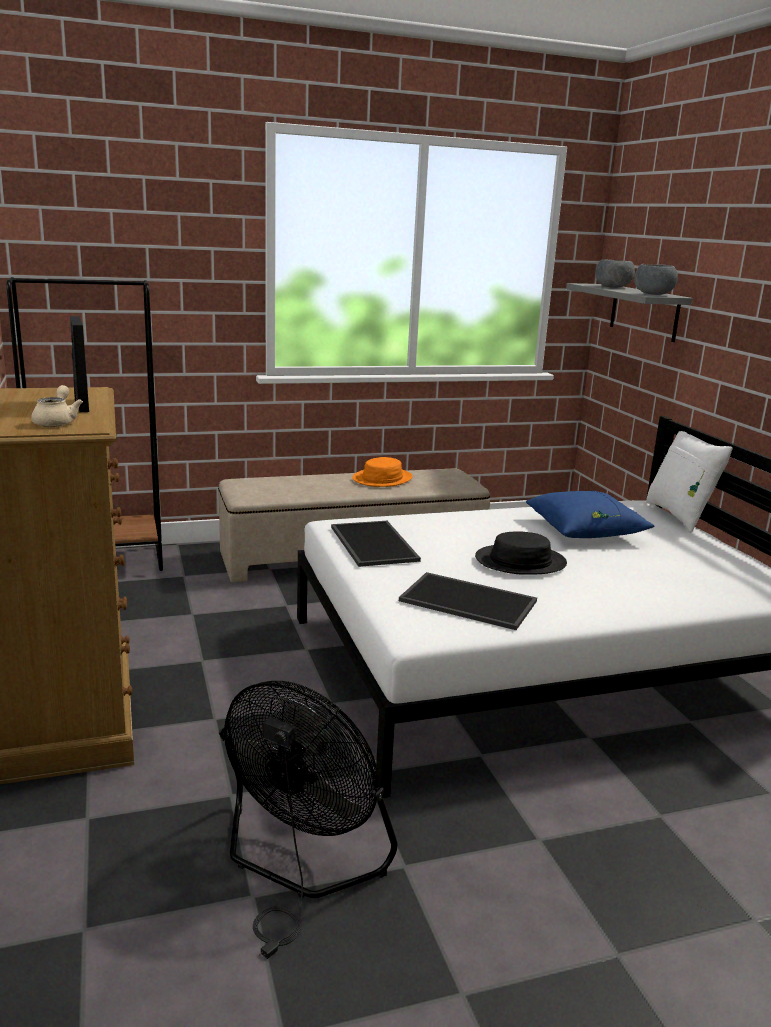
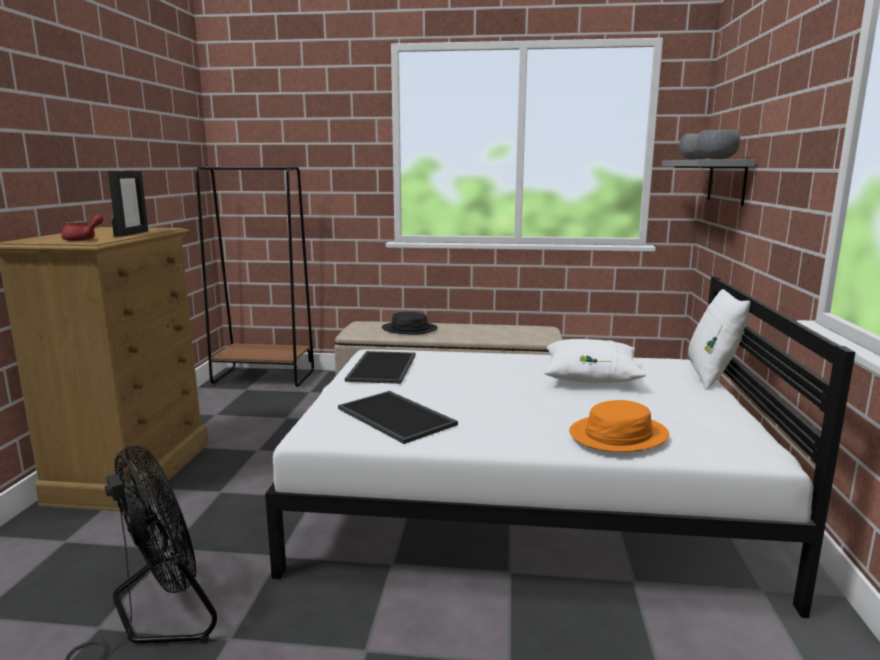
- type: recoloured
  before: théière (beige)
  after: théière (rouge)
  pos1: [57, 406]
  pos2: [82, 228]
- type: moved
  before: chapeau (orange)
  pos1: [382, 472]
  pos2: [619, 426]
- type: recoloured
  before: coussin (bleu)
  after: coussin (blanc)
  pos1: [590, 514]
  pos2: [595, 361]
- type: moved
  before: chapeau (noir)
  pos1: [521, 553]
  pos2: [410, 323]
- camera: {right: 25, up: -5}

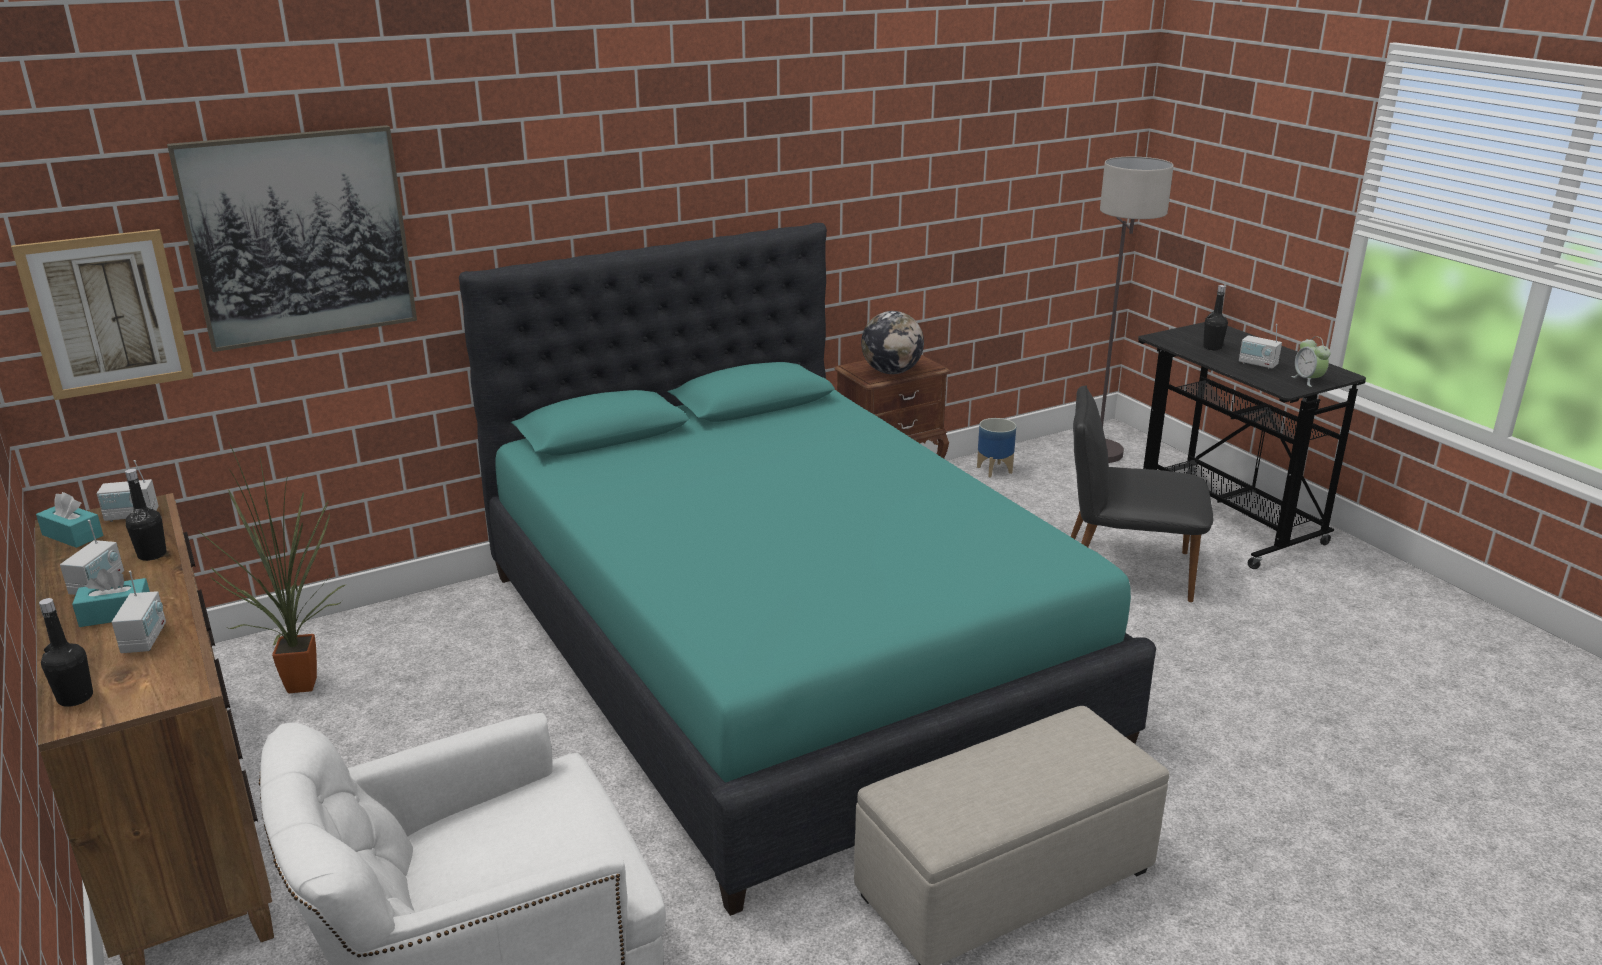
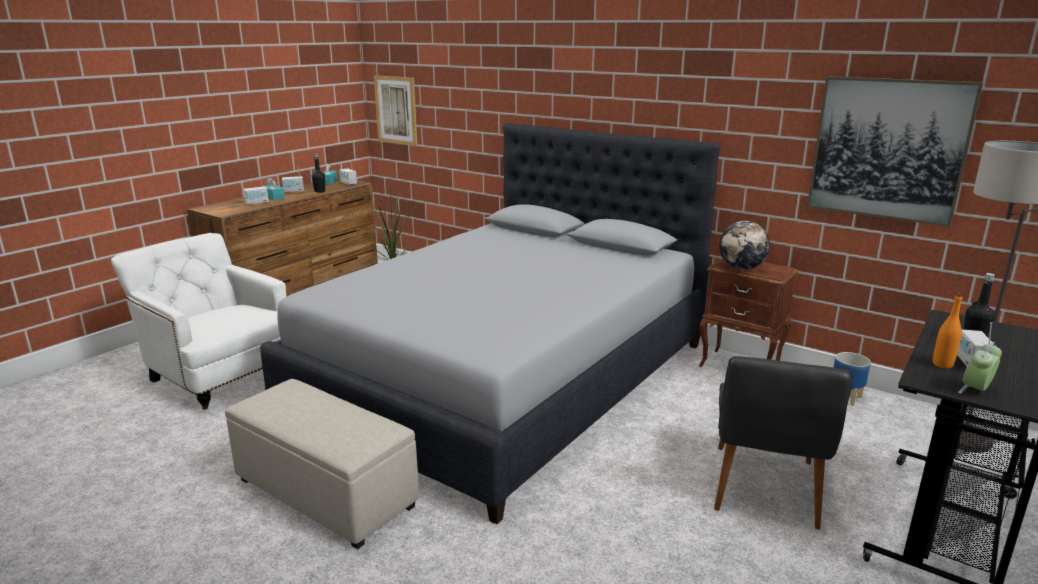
- type: moved
  before: tableau
  pos1: [292, 238]
  pos2: [895, 151]
- type: recoloured
  before: lit (turquoise)
  after: lit (gris)
  pos1: [807, 569]
  pos2: [490, 323]
- type: turned
  before: chaise (noir)
  pos1: [1142, 493]
  pos2: [783, 442]
  turn: -150
- type: removed
  before: bouteille (noir)
  pos1: [66, 652]
- type: added
  after: bouteille (orange)
  pos2: [948, 331]
- camera: {right: 65, up: -5}

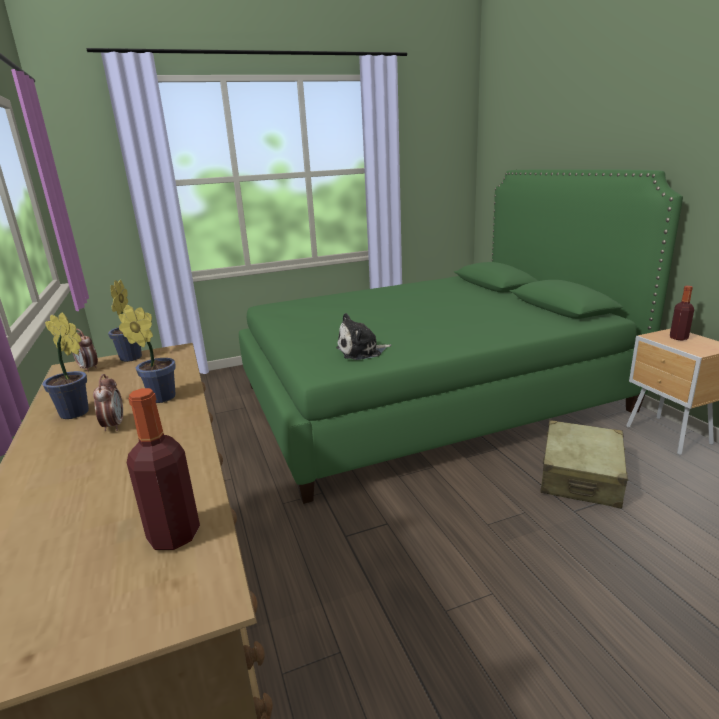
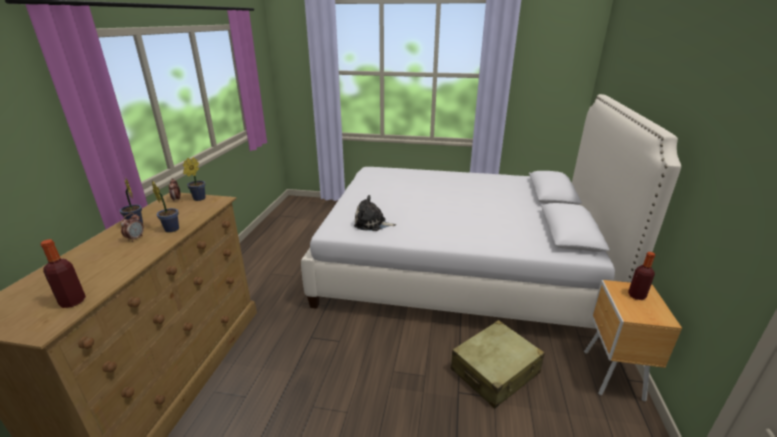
- type: recoloured
  before: lit (vert)
  after: lit (blanc)
  pos1: [461, 337]
  pos2: [491, 211]
- camera: {right: 30, up: 5}

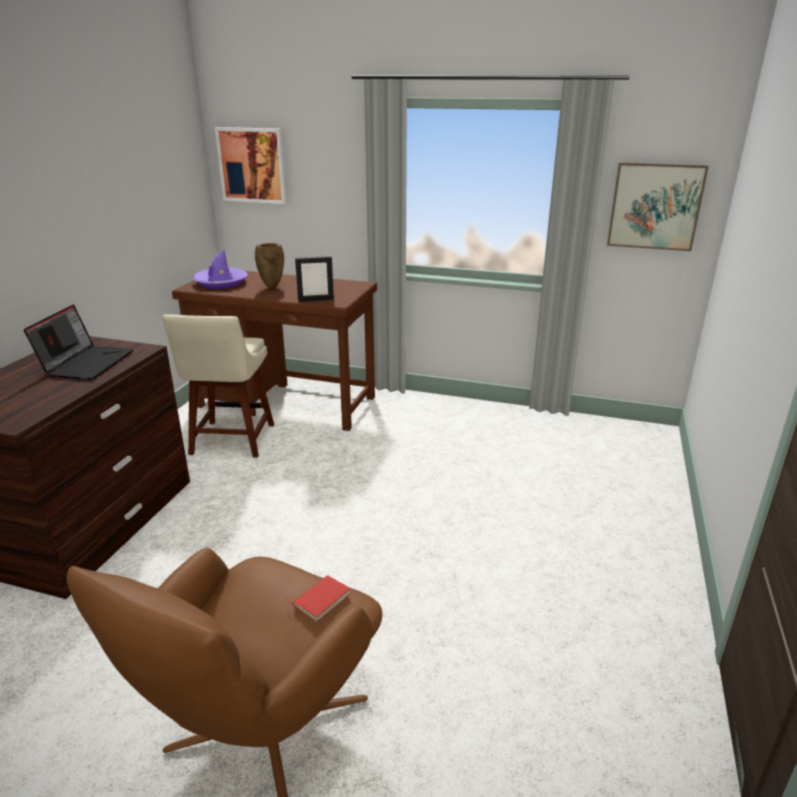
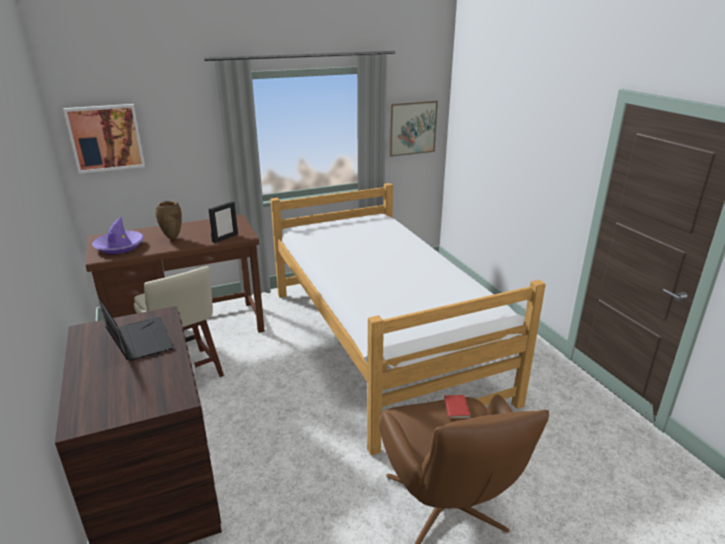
- type: added
  after: lit
  pos2: [408, 319]
- camera: {right: -40, up: 0}

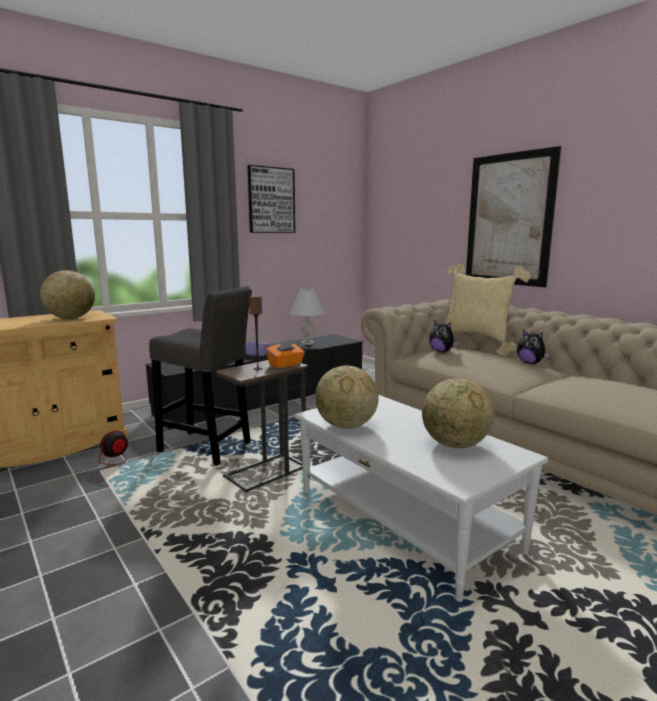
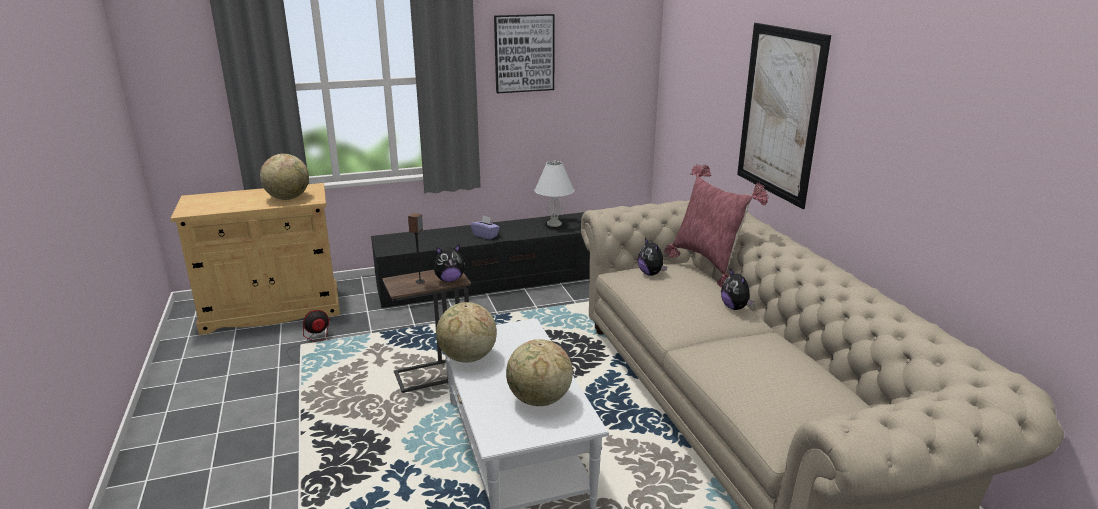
- type: recoloured
  before: coussin (beige)
  after: coussin (rouge)
  pos1: [488, 309]
  pos2: [716, 226]
- type: removed
  before: tabouret (gris)
  pos1: [200, 375]
- type: replaced
  before: boîte à mouchoirs (orange)
  after: peluche
  pos1: [285, 354]
  pos2: [449, 263]
- camera: {right: 20, up: 10}

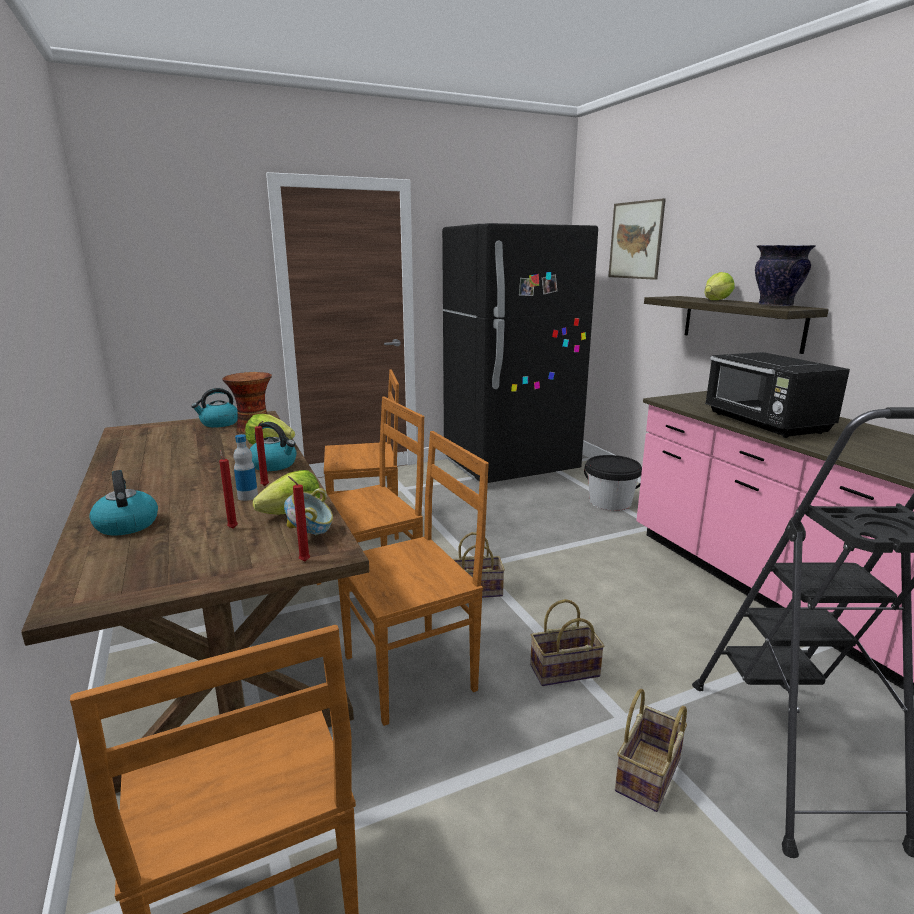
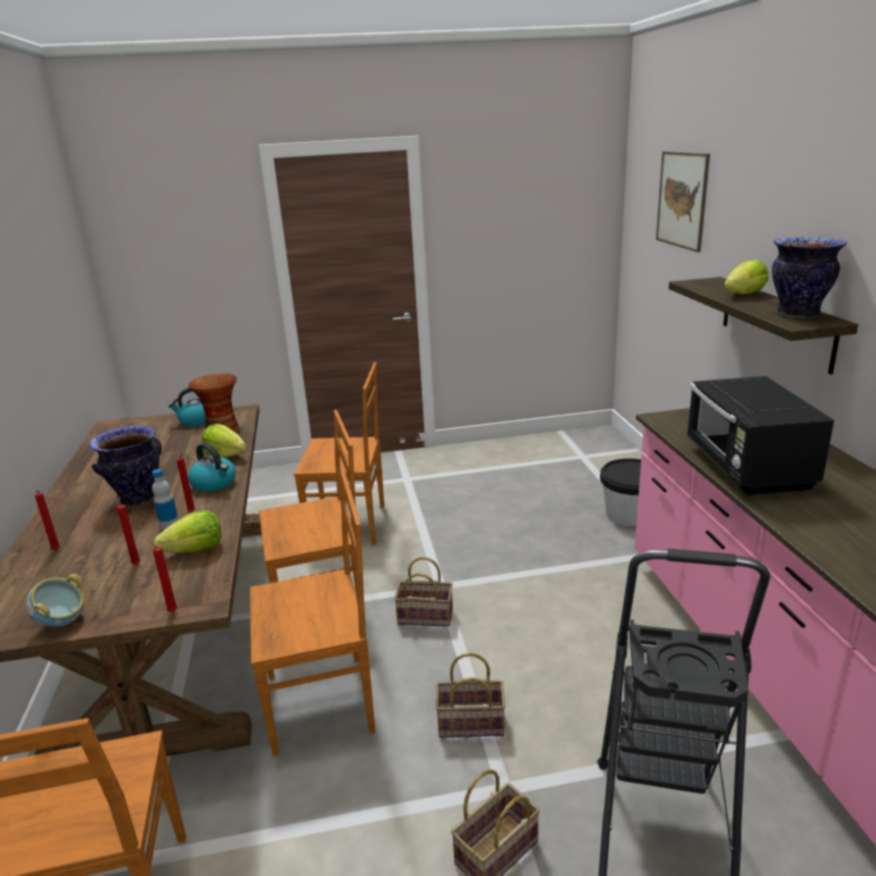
- type: removed
  before: réfrigérateur (noir)
  pos1: [520, 353]
- type: replaced
  before: bouilloire
  after: bougie (rouge)
  pos1: [123, 503]
  pos2: [47, 520]
- type: moved
  before: bol
  pos1: [308, 511]
  pos2: [55, 600]
- type: added
  after: vase
  pos2: [125, 465]
- camera: {right: 15, up: 5}

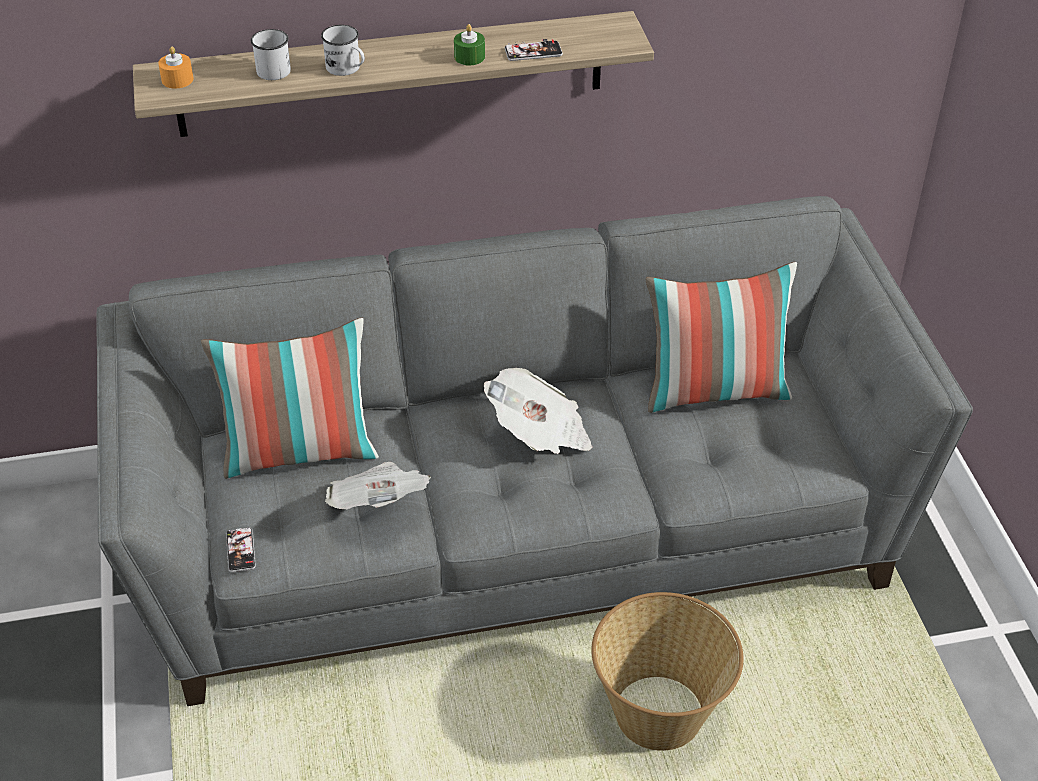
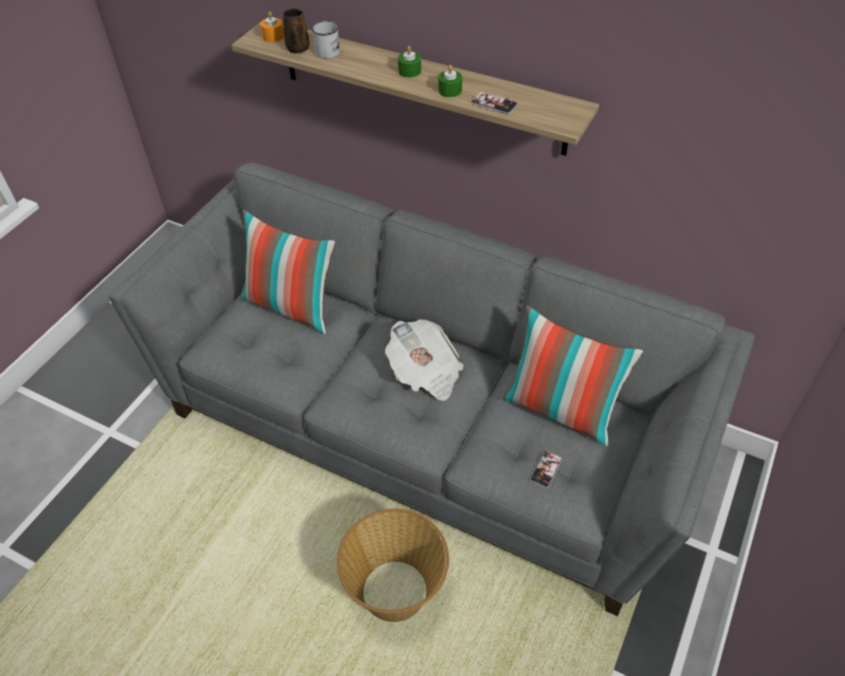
- type: removed
  before: mug (blanc)
  pos1: [343, 50]
- type: removed
  before: journal
  pos1: [378, 485]
- type: moved
  before: téléphone
  pos1: [241, 549]
  pos2: [546, 469]
- type: added
  after: mug (marron)
  pos2: [296, 30]
- type: added
  after: bougie (vert)
  pos2: [409, 62]
- camera: {right: 40, up: 5}

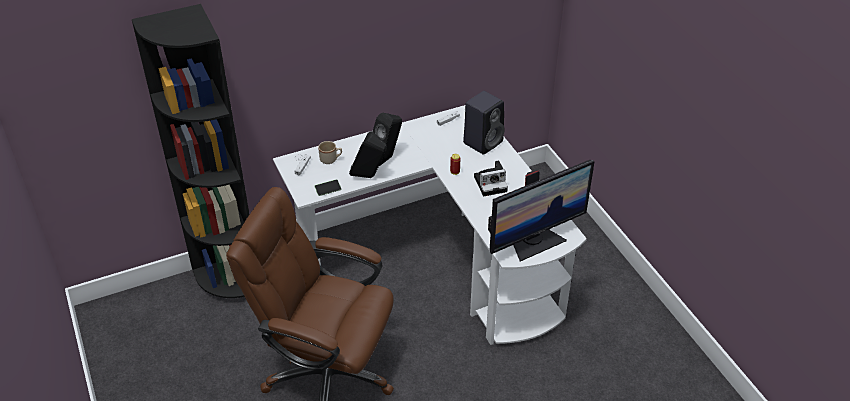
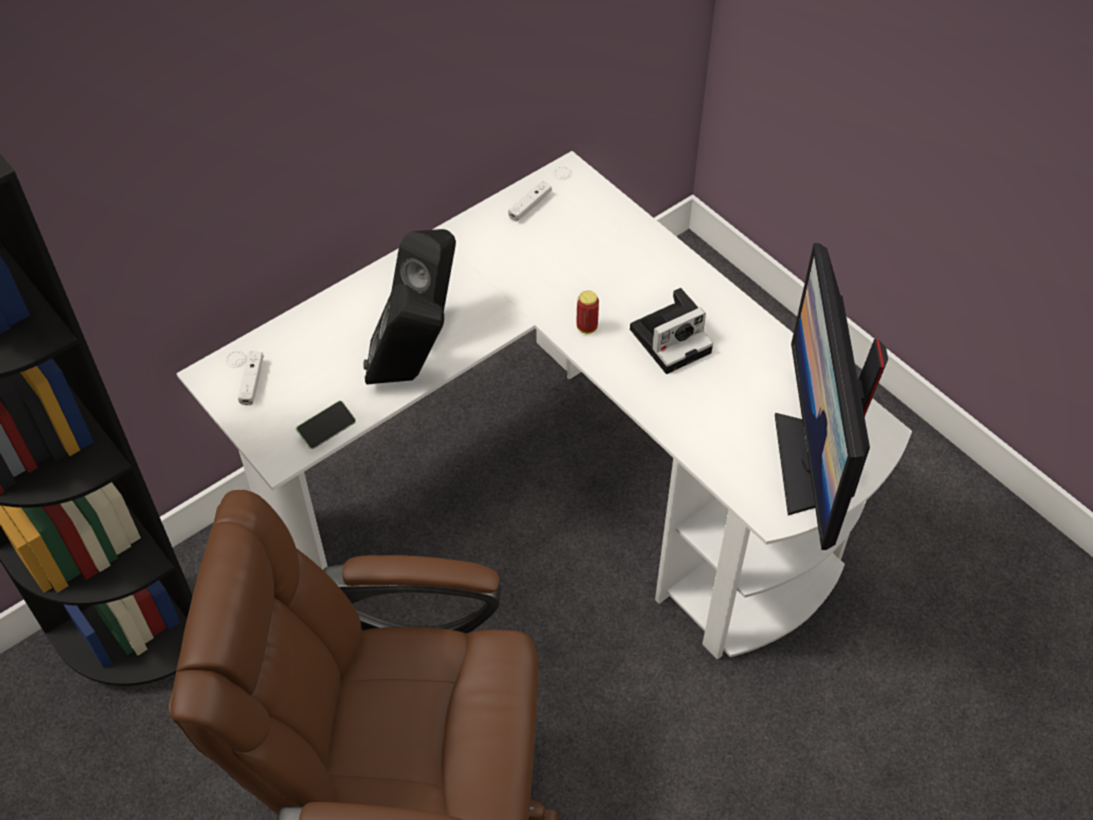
- type: removed
  before: enceinte (noir)
  pos1: [484, 123]
- type: removed
  before: mug (beige)
  pos1: [330, 152]
- type: turned
  before: écran d'ordinateur
  pos1: [541, 210]
  pos2: [831, 396]
  turn: 135
- camera: {right: -15, up: 10}

